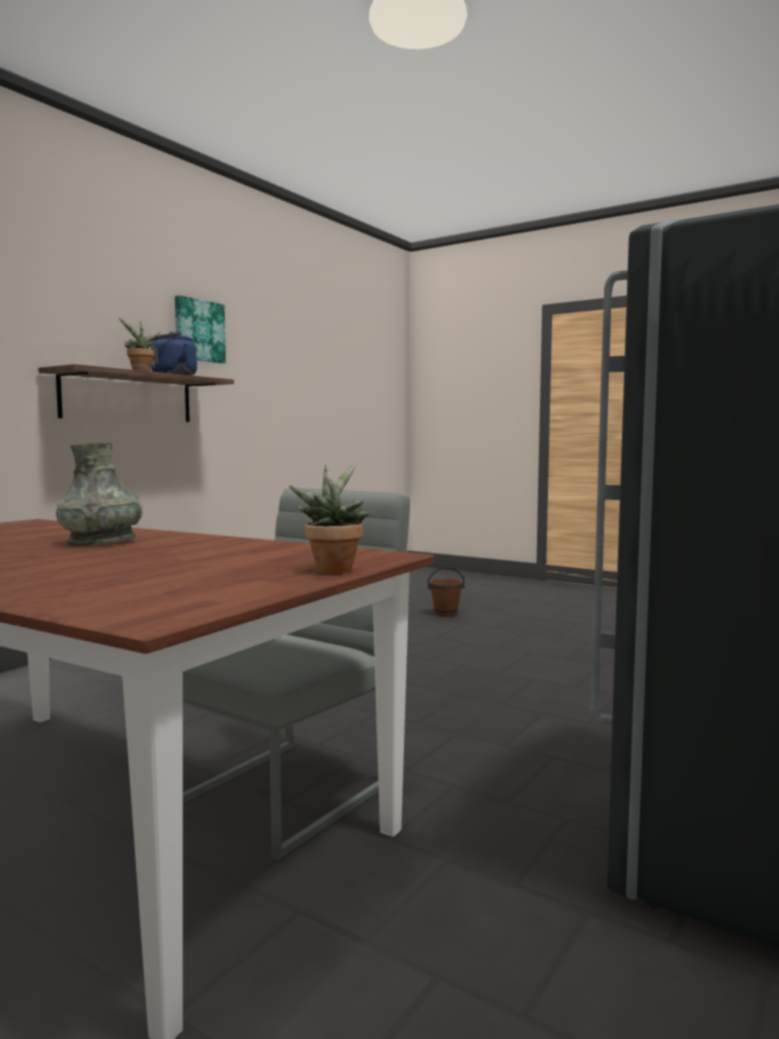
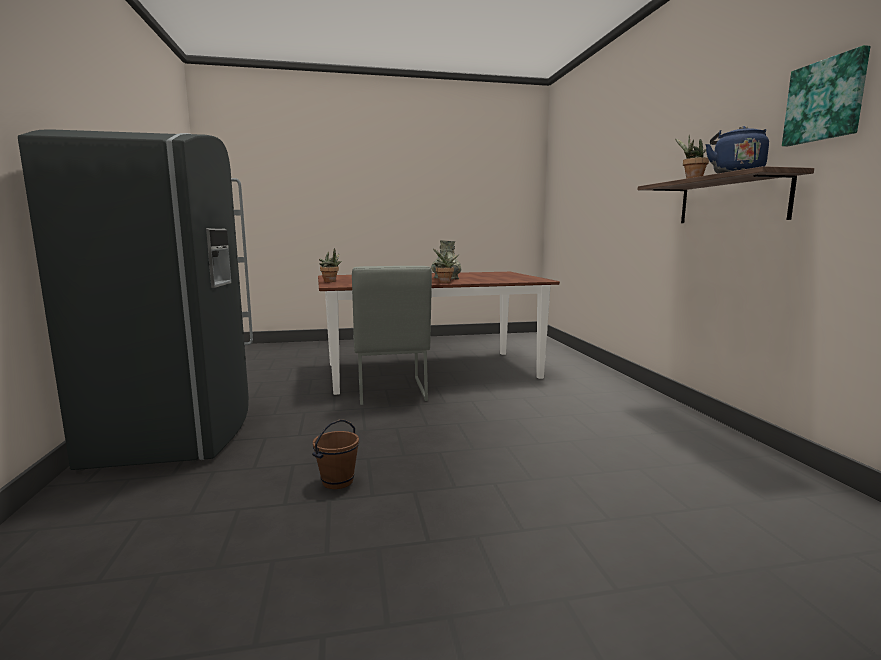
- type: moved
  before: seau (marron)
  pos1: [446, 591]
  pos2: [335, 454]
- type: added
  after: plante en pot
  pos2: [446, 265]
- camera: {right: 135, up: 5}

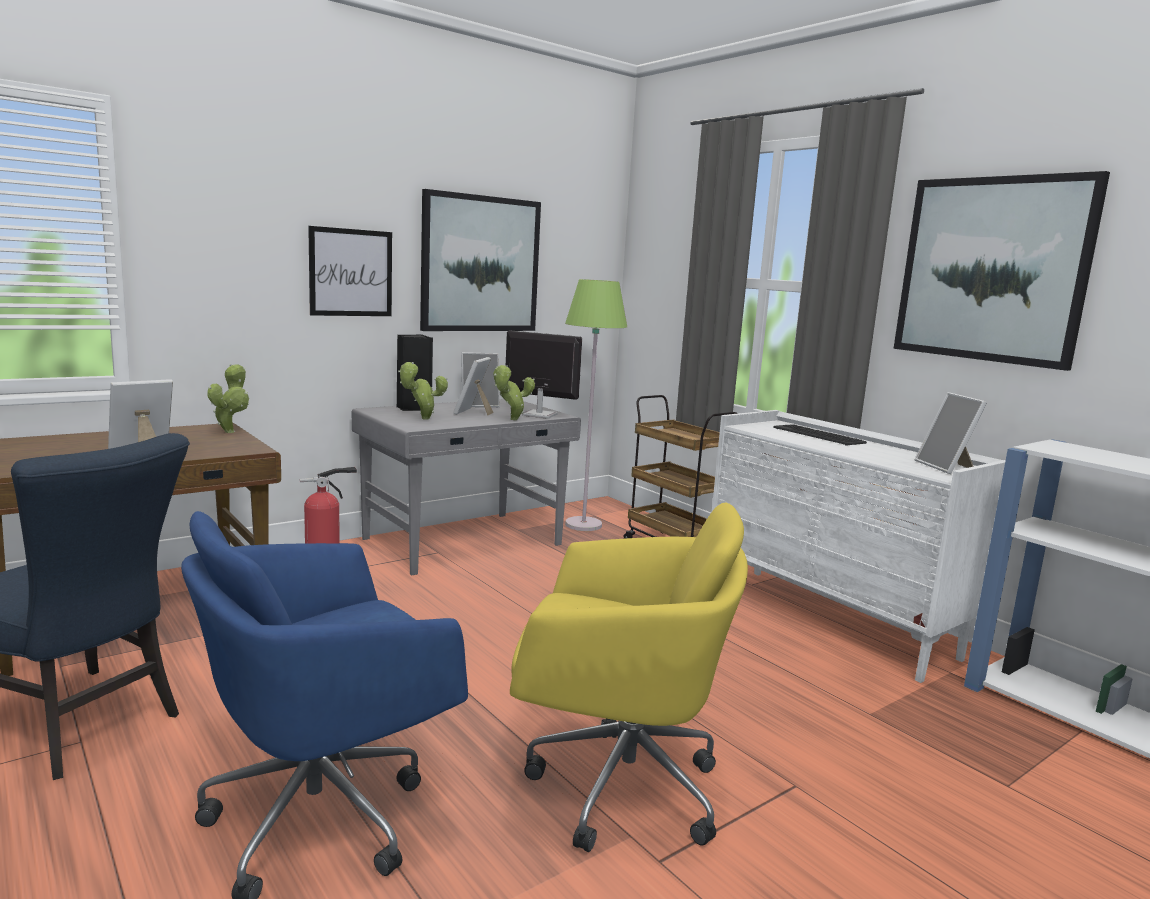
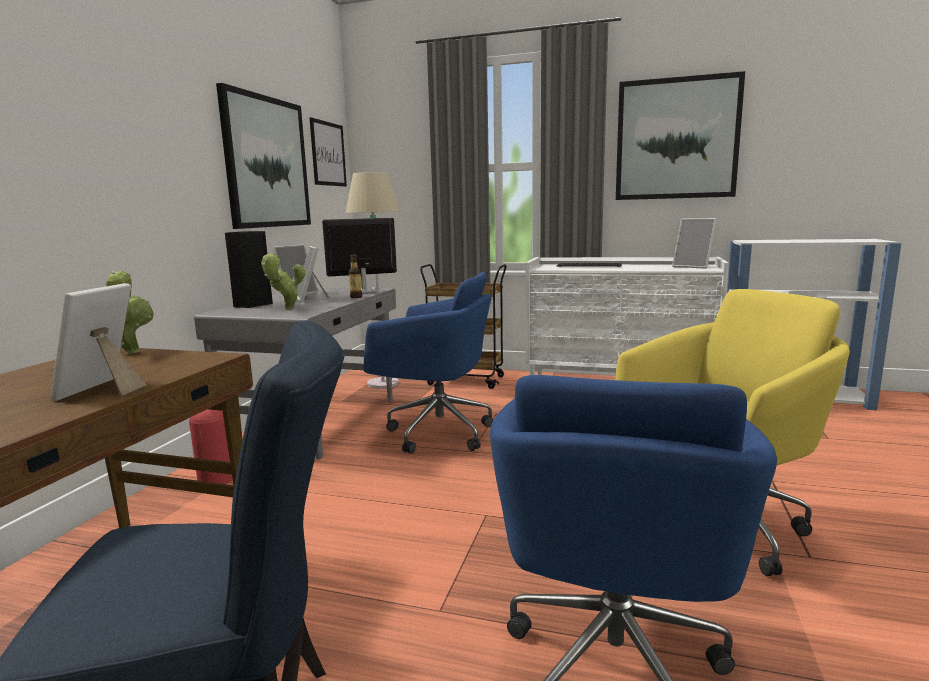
- type: moved
  before: tableau
  pos1: [350, 271]
  pos2: [328, 152]
- type: recoloured
  before: lampadaire (vert)
  after: lampadaire (beige)
  pos1: [596, 405]
  pos2: [373, 280]
- type: replaced
  before: plante en pot
  after: bouteille
  pos1: [514, 392]
  pos2: [355, 276]
- type: added
  after: chaise de bureau (bleu)
  pos2: [428, 363]
- camera: {right: -35, up: 0}

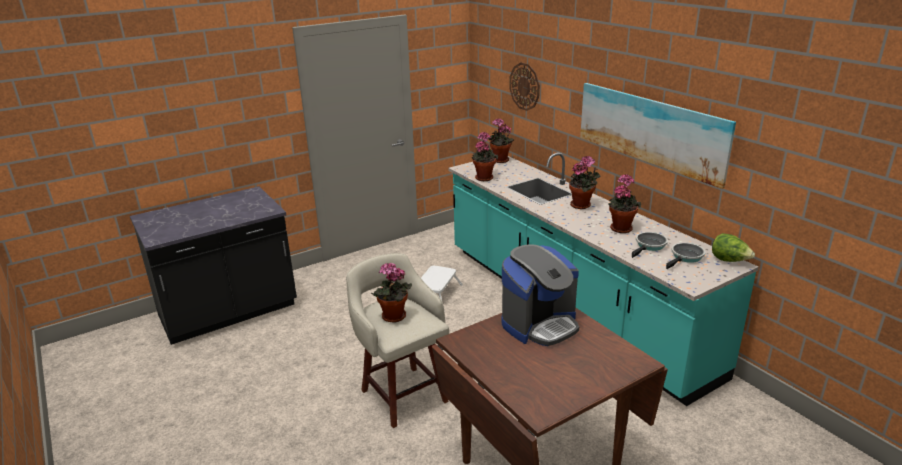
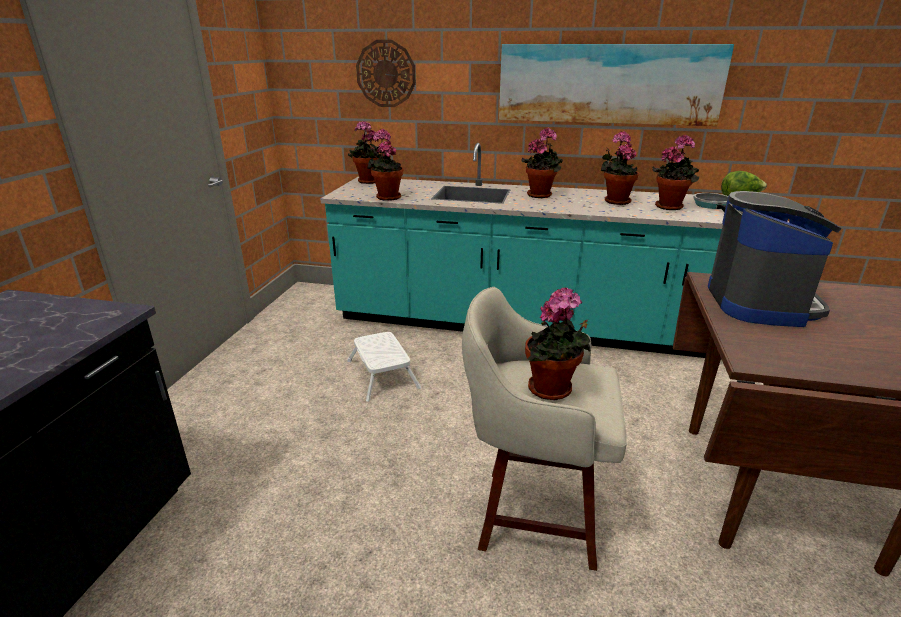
- type: replaced
  before: poêle
  after: plante en pot
  pos1: [650, 245]
  pos2: [676, 172]
- camera: {right: -45, up: 0}

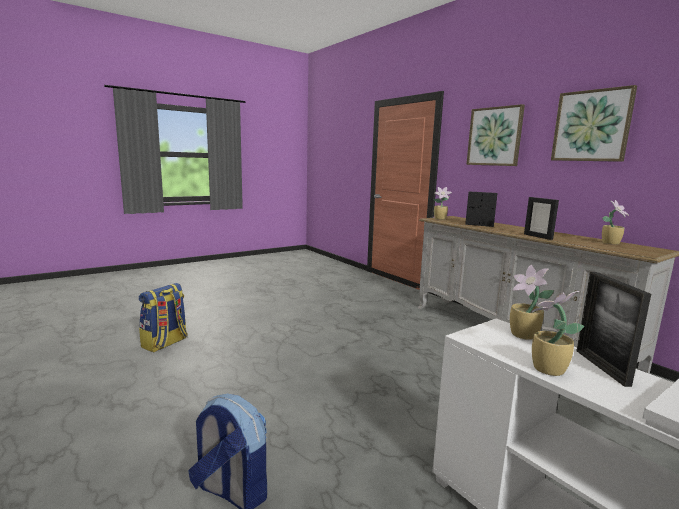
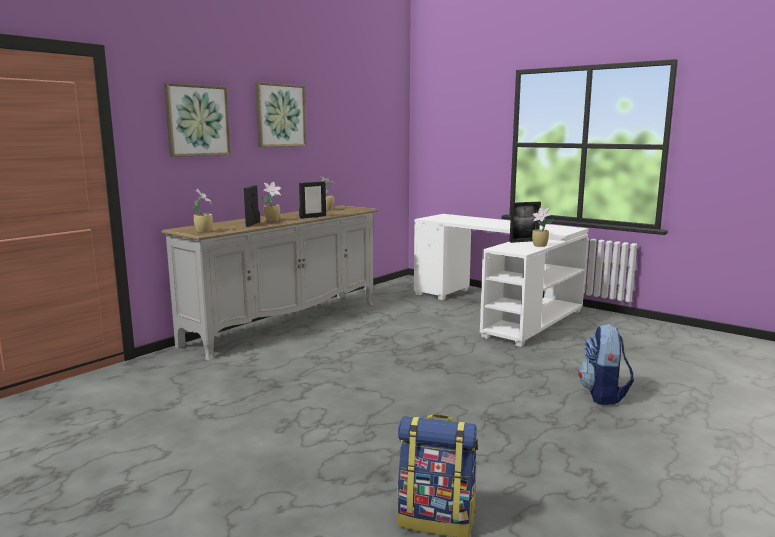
- type: moved
  before: plante en pot
  pos1: [532, 302]
  pos2: [270, 201]
- camera: {right: -105, up: 0}

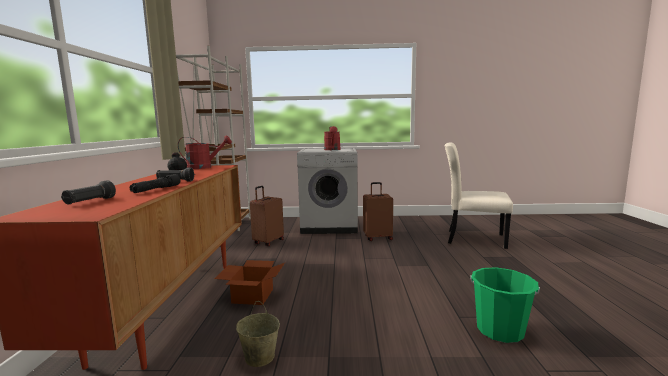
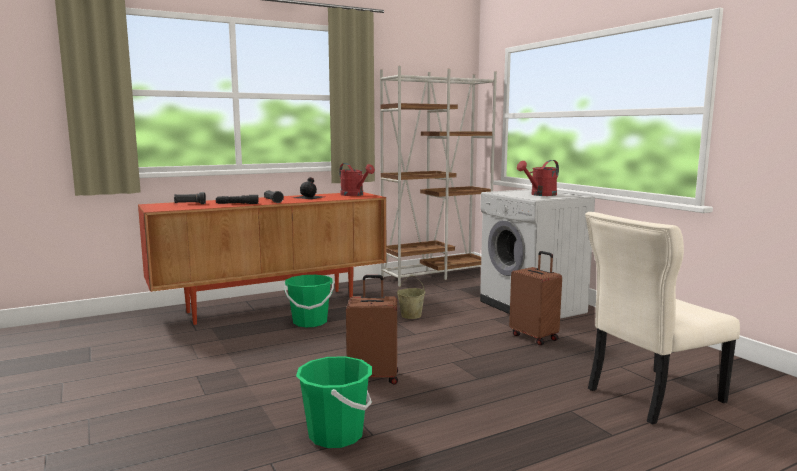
- type: turned
  before: chaise (beige)
  pos1: [479, 195]
  pos2: [662, 318]
  turn: -105
- type: moved
  before: valise (marron)
  pos1: [267, 216]
  pos2: [372, 330]
- type: replaced
  before: carton
  after: seau (vert)
  pos1: [249, 282]
  pos2: [309, 301]
- type: moved
  before: seau (beige)
  pos1: [258, 334]
  pos2: [411, 297]
- camera: {right: 60, up: 0}

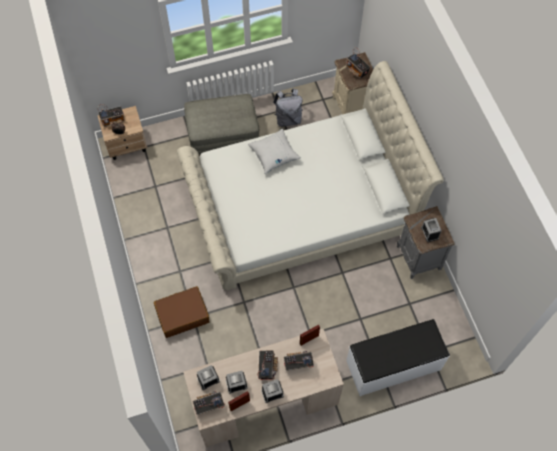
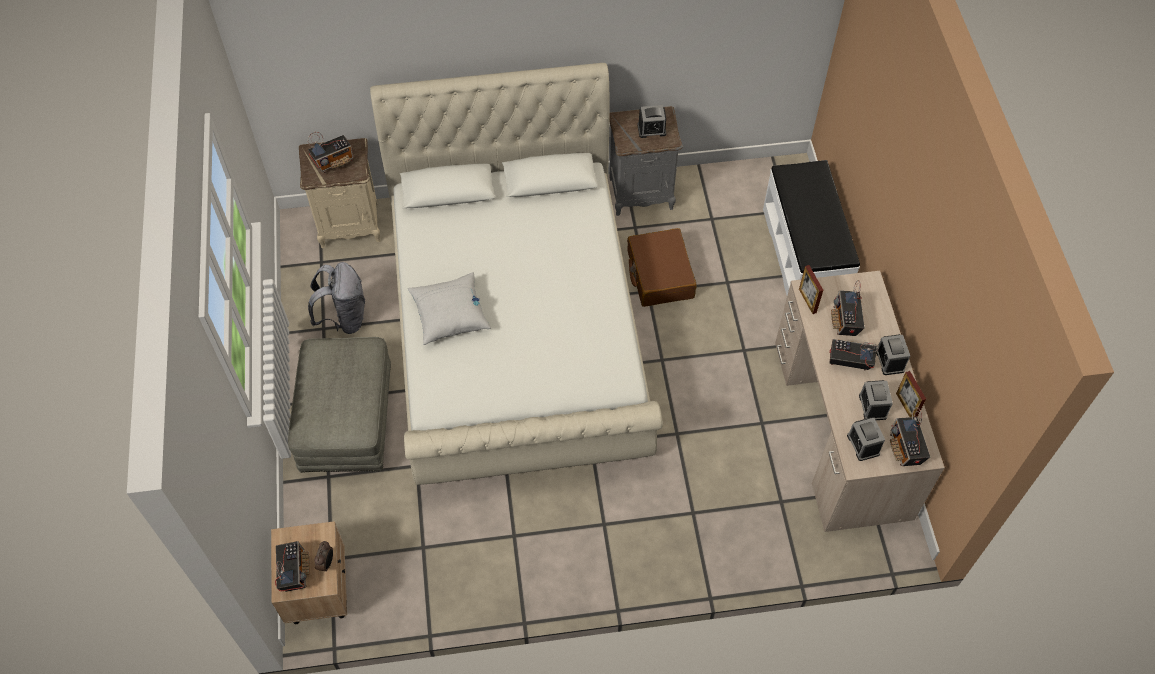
- type: moved
  before: valise (marron)
  pos1: [182, 312]
  pos2: [662, 267]
- camera: {right: -80, up: -5}

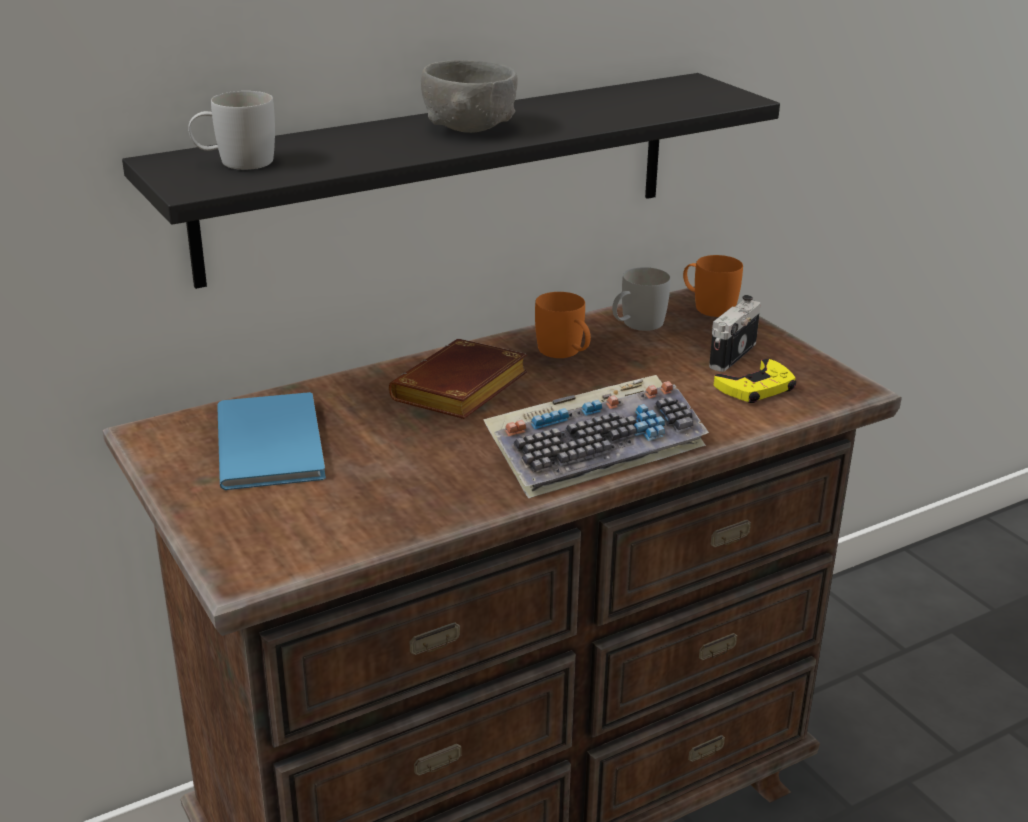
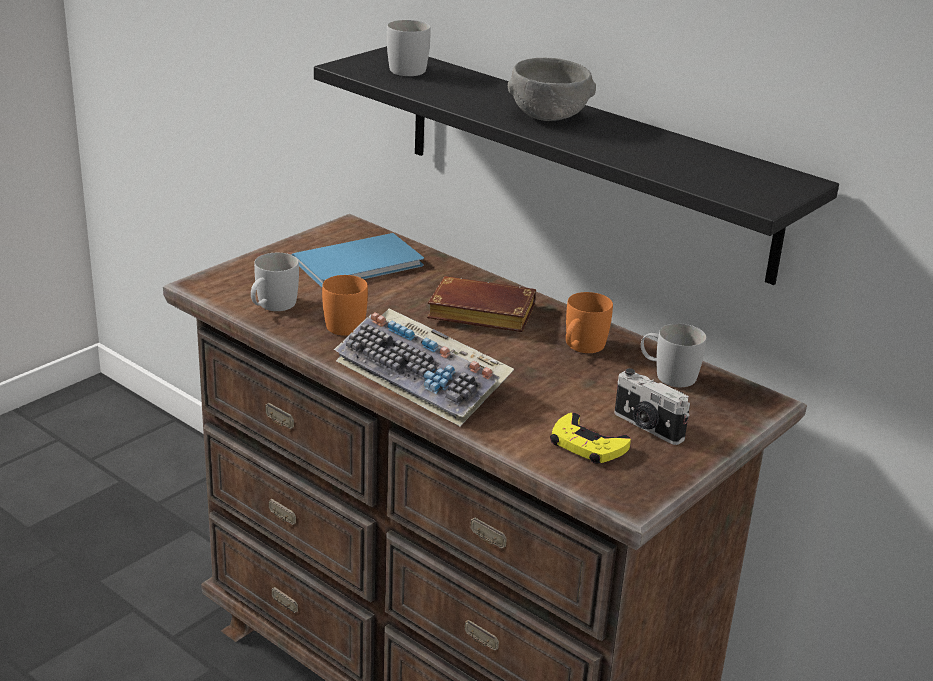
- type: moved
  before: mug (orange)
  pos1: [713, 286]
  pos2: [345, 305]
- type: turned
  before: appareil photo
  pos1: [735, 333]
  pos2: [652, 406]
  turn: -150
- type: added
  after: mug (blanc)
  pos2: [275, 282]
- camera: {right: 70, up: 0}

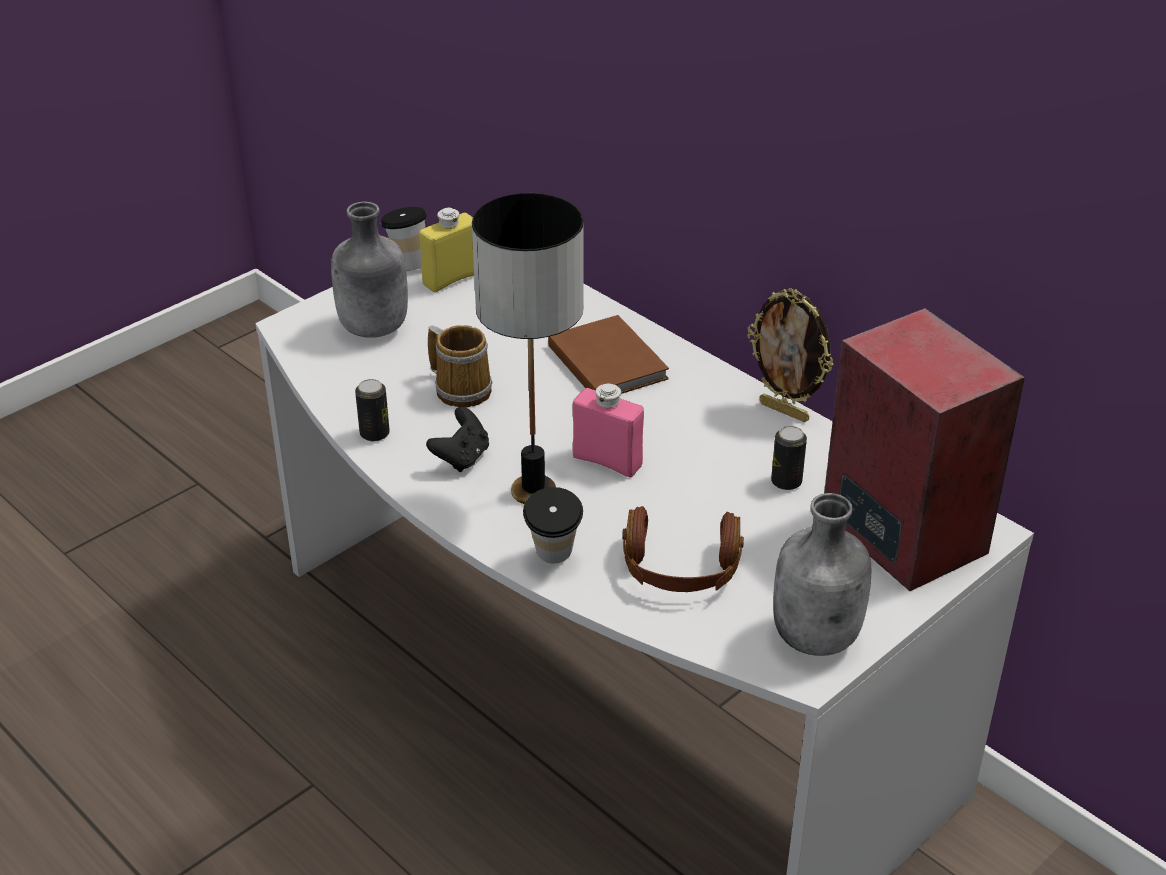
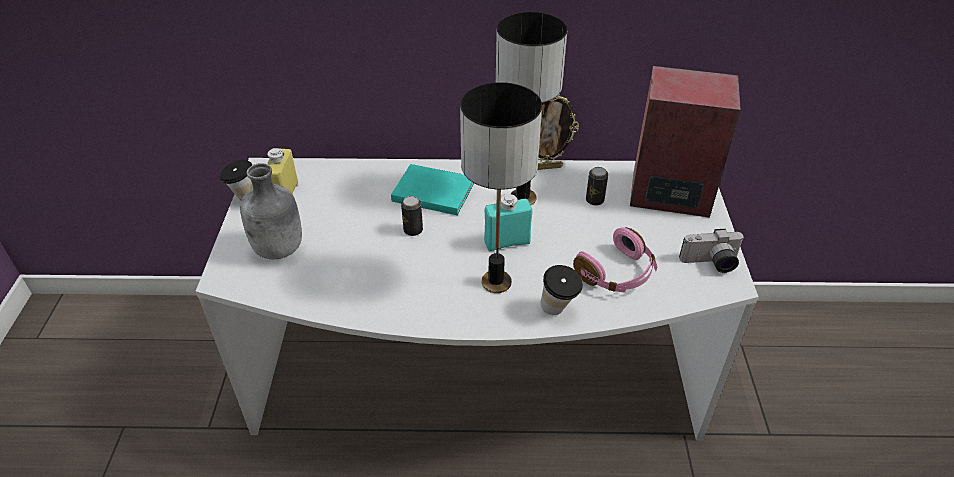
- type: recoloured
  before: livre (marron)
  after: livre (turquoise)
  pos1: [608, 354]
  pos2: [432, 189]
- type: removed
  before: mug
  pos1: [460, 366]
- type: moved
  before: boîte métallique
  pos1: [372, 410]
  pos2: [412, 216]
- type: recoloured
  before: bouteille (rose)
  after: bouteille (turquoise)
  pos1: [608, 430]
  pos2: [508, 222]
- type: removed
  before: manette (noir)
  pos1: [457, 439]
- type: replaced
  before: bouteille (gris)
  after: appareil photo
  pos1: [822, 574]
  pos2: [712, 251]
- type: recoloured
  before: casque audio (marron)
  after: casque audio (rose)
  pos1: [683, 549]
  pos2: [615, 259]
- type: added
  after: lampe de table
  pos2: [531, 108]
- camera: {right: -45, up: 5}

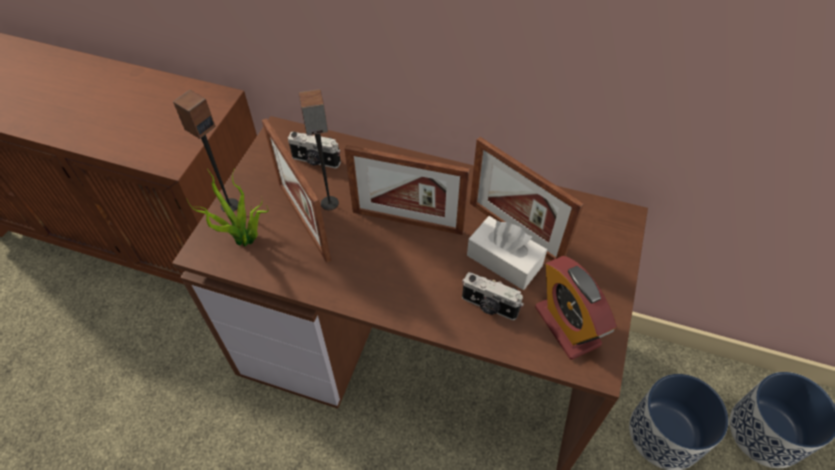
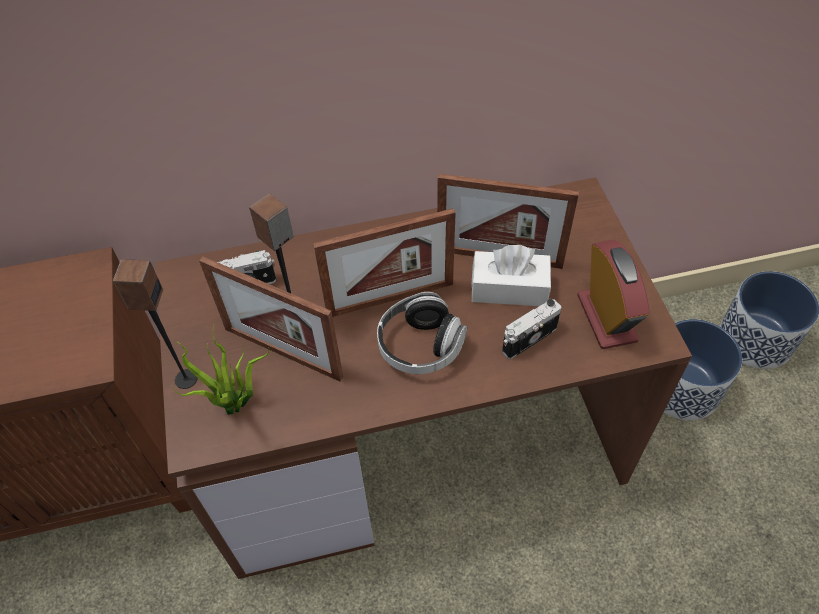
- type: turned
  before: réveil
  pos1: [576, 308]
  pos2: [613, 294]
  turn: -135
- type: turned
  before: appareil photo
  pos1: [493, 296]
  pos2: [531, 329]
  turn: 150
- type: added
  after: casque audio
  pos2: [422, 333]
- camera: {right: -30, up: 0}

